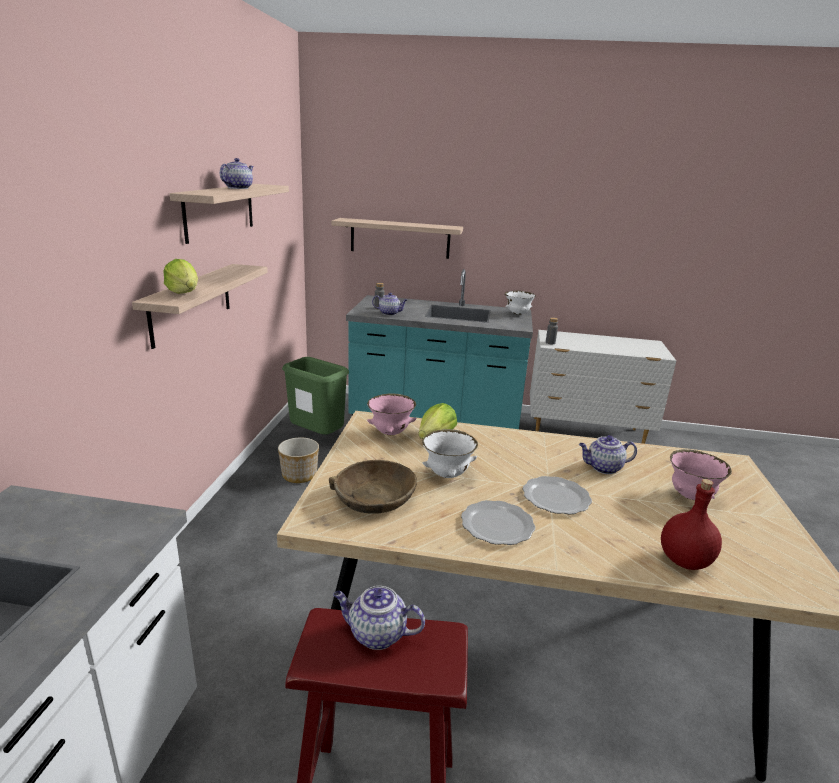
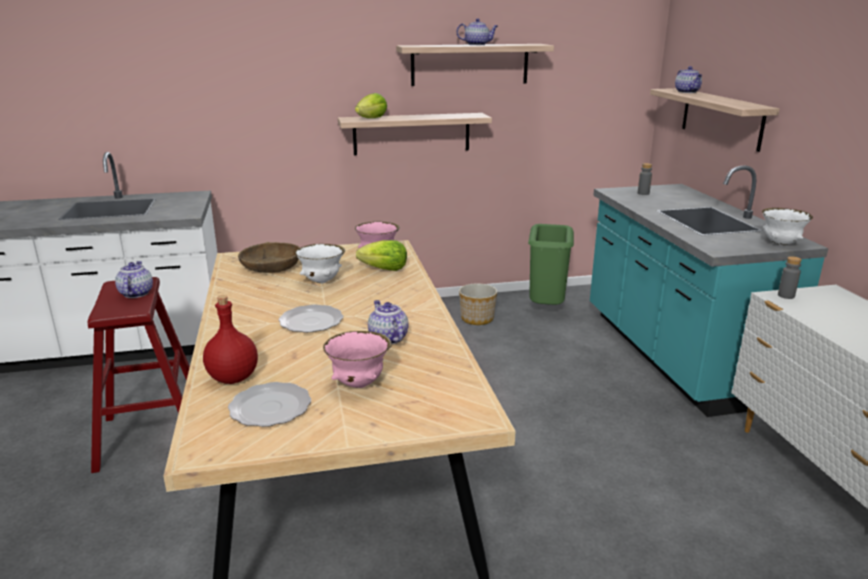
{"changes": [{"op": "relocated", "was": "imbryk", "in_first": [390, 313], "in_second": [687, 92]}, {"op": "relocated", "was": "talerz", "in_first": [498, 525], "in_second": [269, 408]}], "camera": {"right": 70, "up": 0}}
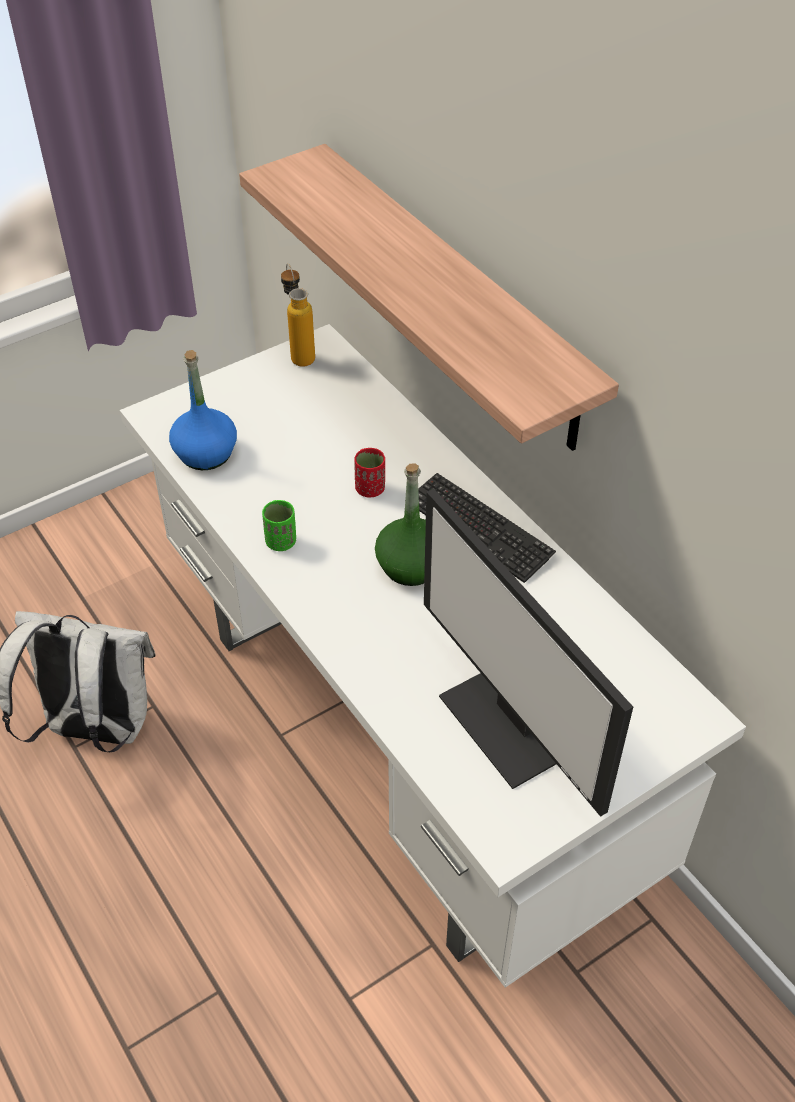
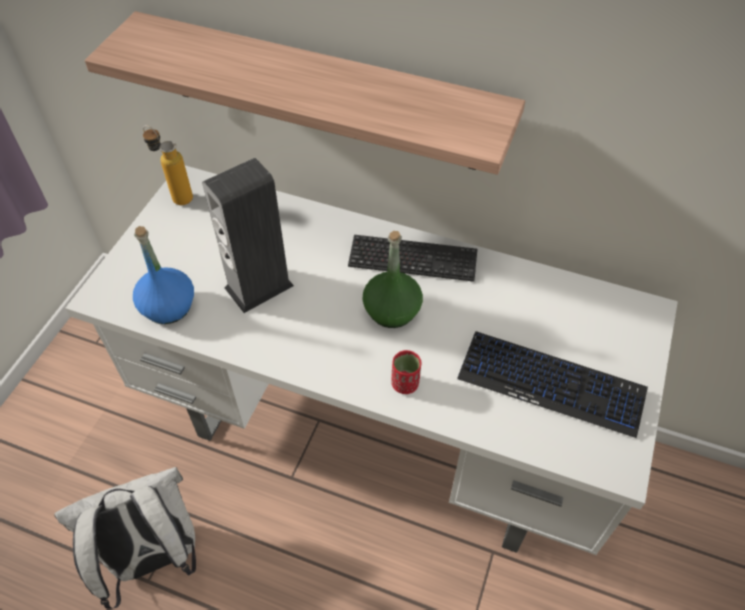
{"changes": [{"op": "relocated", "was": "filiżanka (czerwony)", "in_first": [370, 489], "in_second": [405, 383]}, {"op": "exchanged", "was": "monitor", "now": "klawiatura", "in_first": [510, 724], "in_second": [551, 384]}, {"op": "missing", "was": "filiżanka (zielony)", "in_first": [281, 542]}, {"op": "appeared", "now": "głośnik", "in_second": [259, 286]}], "camera": {"right": -35, "up": 5}}
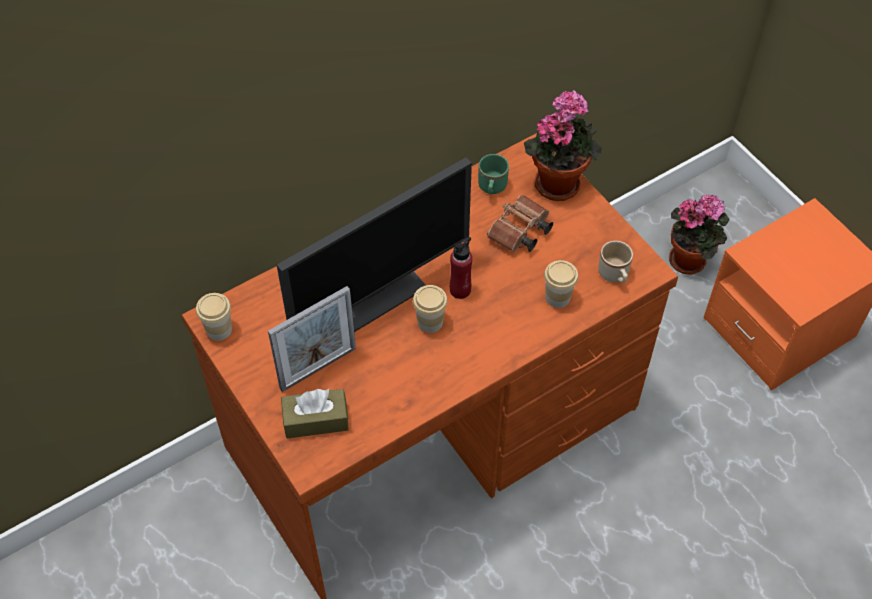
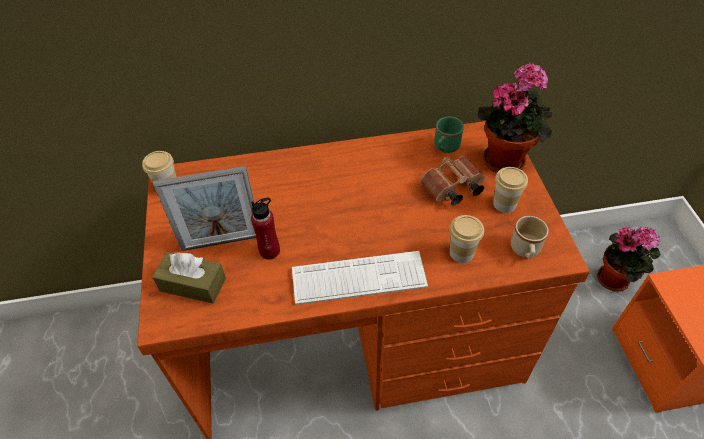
{"changes": [{"op": "missing", "was": "monitor", "in_first": [375, 291]}, {"op": "relocated", "was": "butelka (czerwony)", "in_first": [460, 290], "in_second": [269, 251]}, {"op": "relocated", "was": "filiżanka", "in_first": [430, 322], "in_second": [504, 204]}, {"op": "appeared", "now": "klawiatura", "in_second": [359, 278]}], "camera": {"right": 25, "up": -5}}
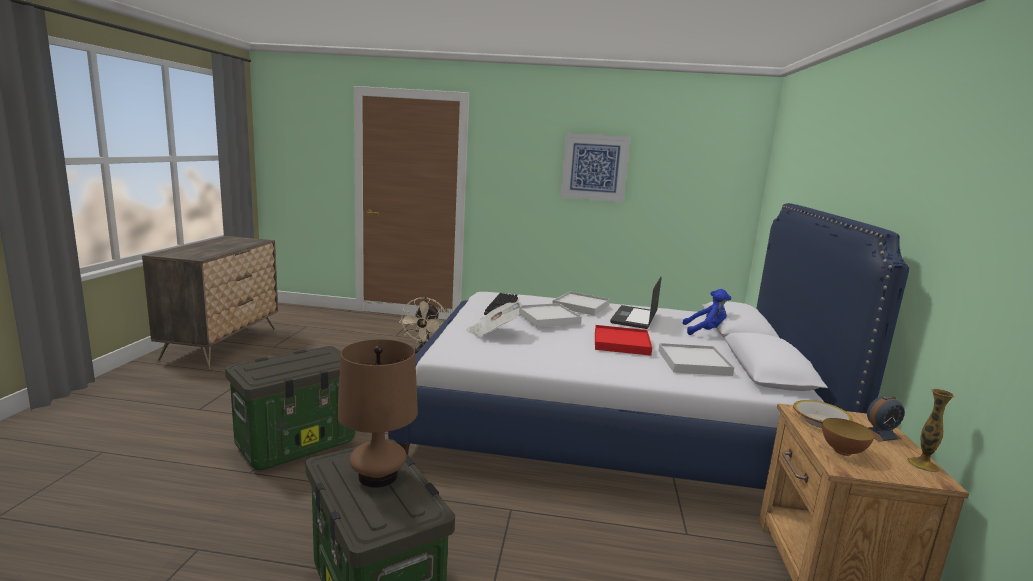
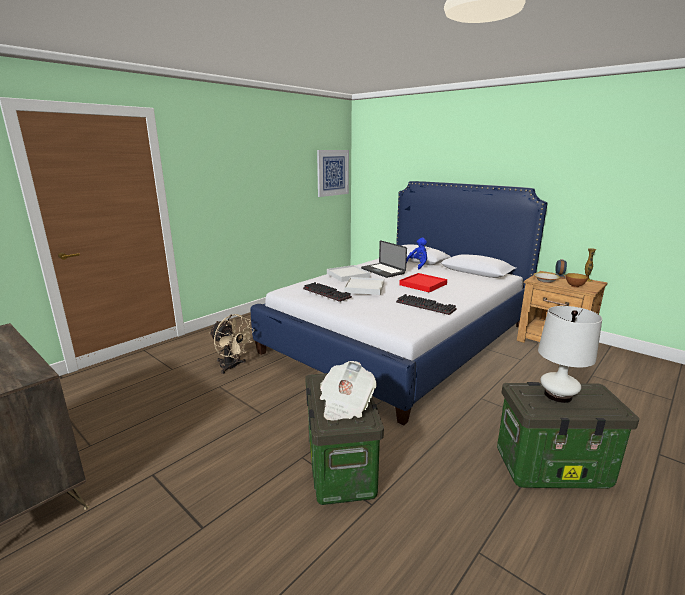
{"changes": [{"op": "relocated", "was": "obraz", "in_first": [594, 167], "in_second": [332, 172]}, {"op": "relocated", "was": "gazeta", "in_first": [493, 332], "in_second": [345, 405]}, {"op": "colour", "was": "lampa stołowa (brązowy)", "now": "lampa stołowa (biały)", "in_first": [378, 476], "in_second": [558, 395]}, {"op": "missing", "was": "taca (biały)", "in_first": [694, 363]}, {"op": "appeared", "now": "klawiatura", "in_second": [427, 306]}], "camera": {"right": -55, "up": 5}}
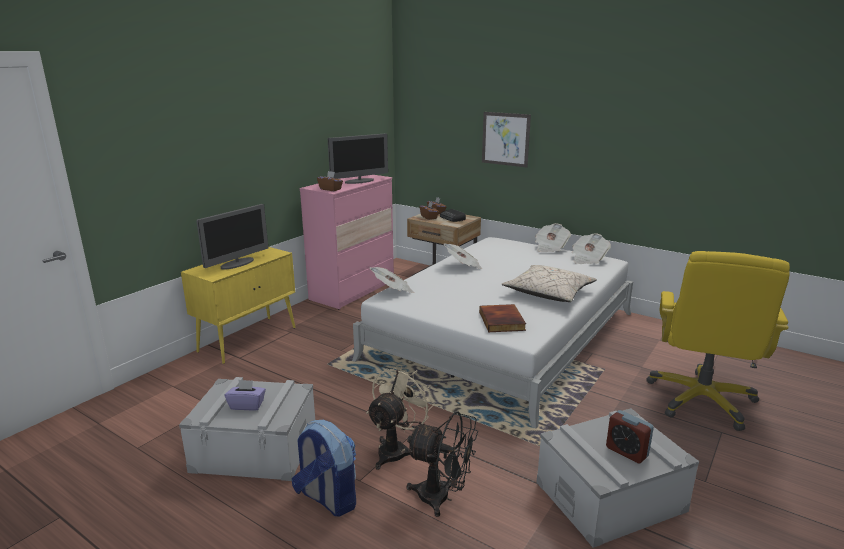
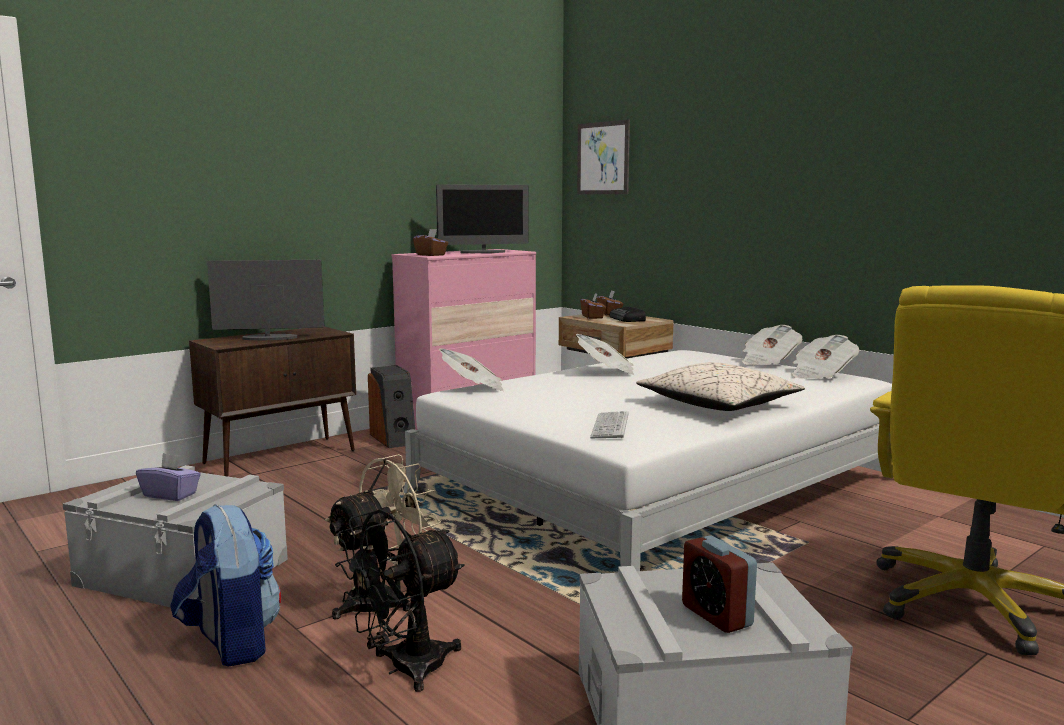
{"changes": [{"op": "relocated", "was": "obraz", "in_first": [505, 139], "in_second": [603, 158]}, {"op": "spun", "was": "monitor", "in_first": [237, 263], "in_second": [269, 338], "clockwise": -150}, {"op": "colour", "was": "szafka (żółty)", "now": "szafka (brązowy)", "in_first": [249, 339], "in_second": [281, 457]}, {"op": "exchanged", "was": "książka", "now": "klawiatura", "in_first": [503, 321], "in_second": [610, 426]}, {"op": "spun", "was": "wentylator (czarny)", "in_first": [442, 498], "in_second": [404, 669], "clockwise": 105}, {"op": "appeared", "now": "głośnik", "in_second": [394, 439]}], "camera": {"right": 15, "up": -10}}
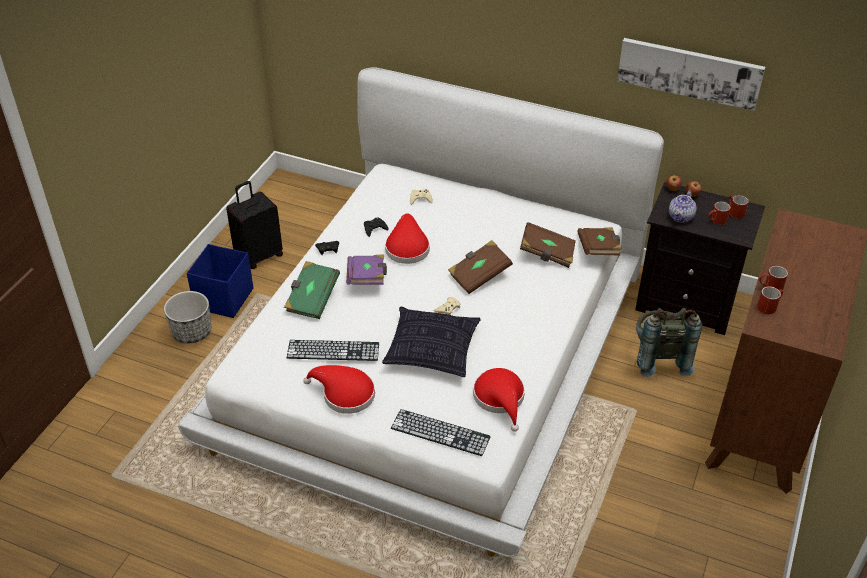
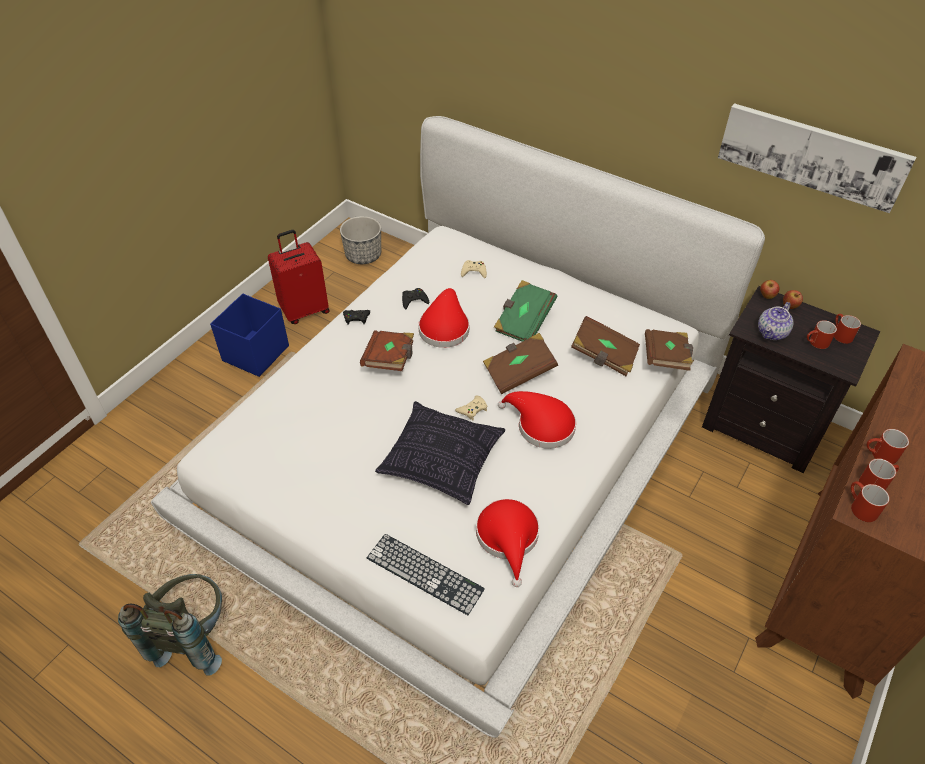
{"changes": [{"op": "colour", "was": "walizka (czarny)", "now": "walizka (czerwony)", "in_first": [259, 256], "in_second": [304, 310]}, {"op": "colour", "was": "książka (fioletowy)", "now": "książka (brązowy)", "in_first": [367, 278], "in_second": [390, 359]}, {"op": "relocated", "was": "książka (zielony)", "in_first": [312, 299], "in_second": [523, 321]}, {"op": "relocated", "was": "donica", "in_first": [192, 332], "in_second": [363, 255]}, {"op": "relocated", "was": "plecak (szary)", "in_first": [659, 357], "in_second": [193, 636]}, {"op": "missing", "was": "klawiatura", "in_first": [333, 350]}, {"op": "relocated", "was": "kapelusz (czerwony)", "in_first": [344, 394], "in_second": [541, 425]}, {"op": "appeared", "now": "kubek (czerwony)", "in_second": [859, 507]}], "camera": {"right": 10, "up": 5}}
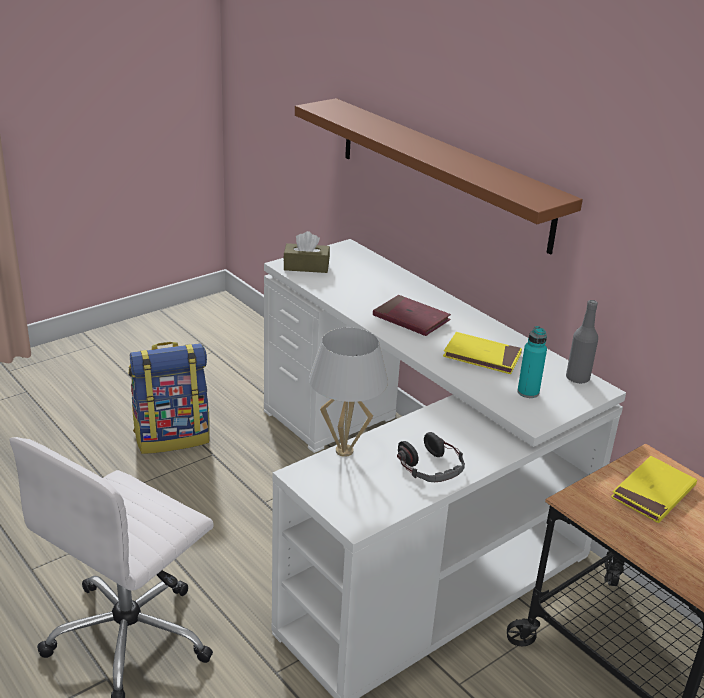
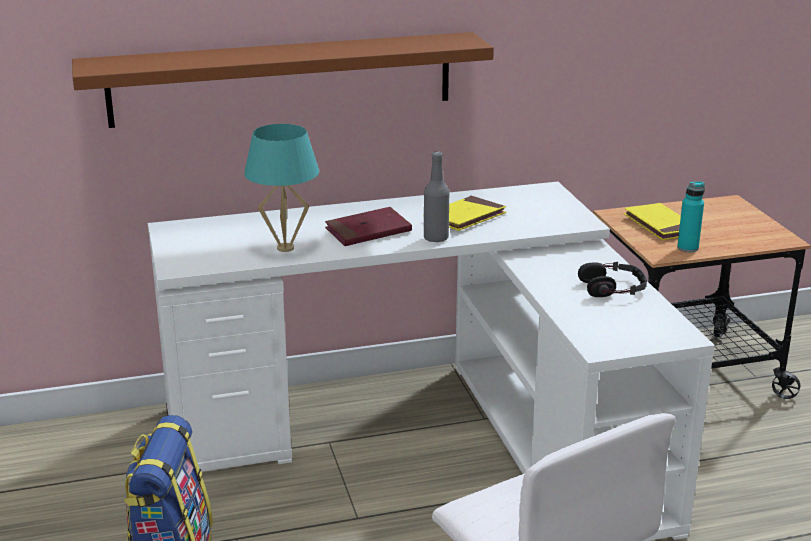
{"changes": [{"op": "missing", "was": "pudełko chusteczek (brązowy)", "in_first": [306, 266]}, {"op": "relocated", "was": "butelka (szary)", "in_first": [577, 378], "in_second": [436, 238]}, {"op": "relocated", "was": "butelka (turkusowy)", "in_first": [528, 392], "in_second": [687, 248]}, {"op": "missing", "was": "lampa stołowa (biały)", "in_first": [344, 450]}, {"op": "appeared", "now": "lampa stołowa (turkusowy)", "in_second": [285, 248]}], "camera": {"right": -65, "up": -5}}
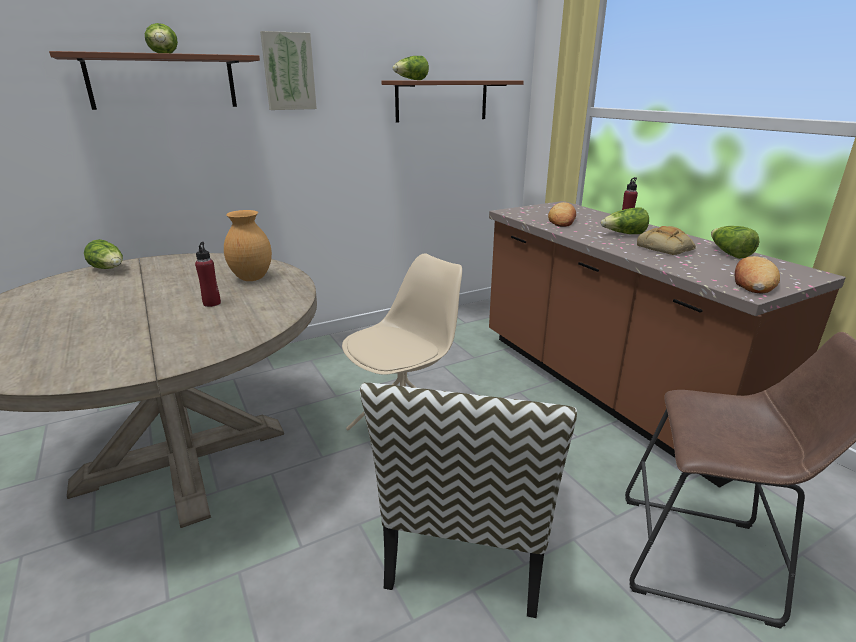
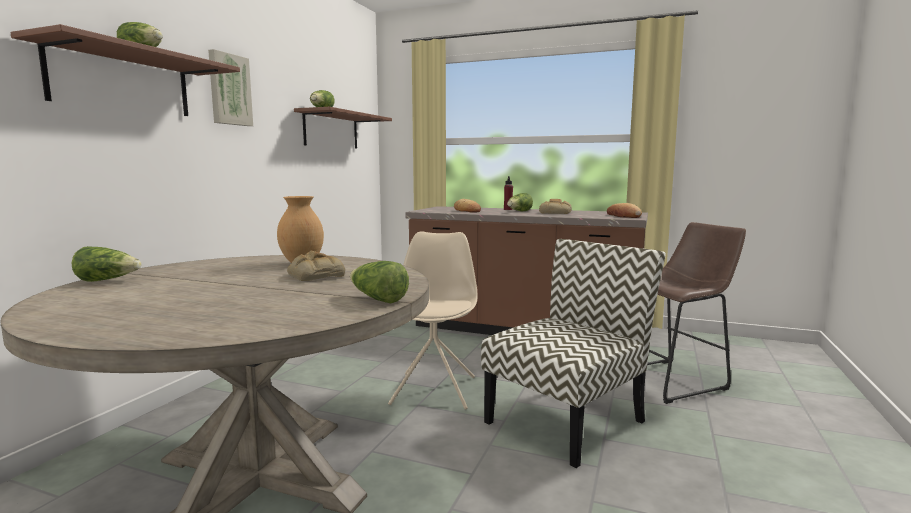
{"changes": [{"op": "relocated", "was": "sałata", "in_first": [729, 253], "in_second": [377, 299]}, {"op": "exchanged", "was": "butelka (czerwony)", "now": "chleb", "in_first": [212, 303], "in_second": [314, 275]}, {"op": "spun", "was": "krzesło", "in_first": [469, 539], "in_second": [566, 420], "clockwise": -105}], "camera": {"right": -40, "up": -15}}
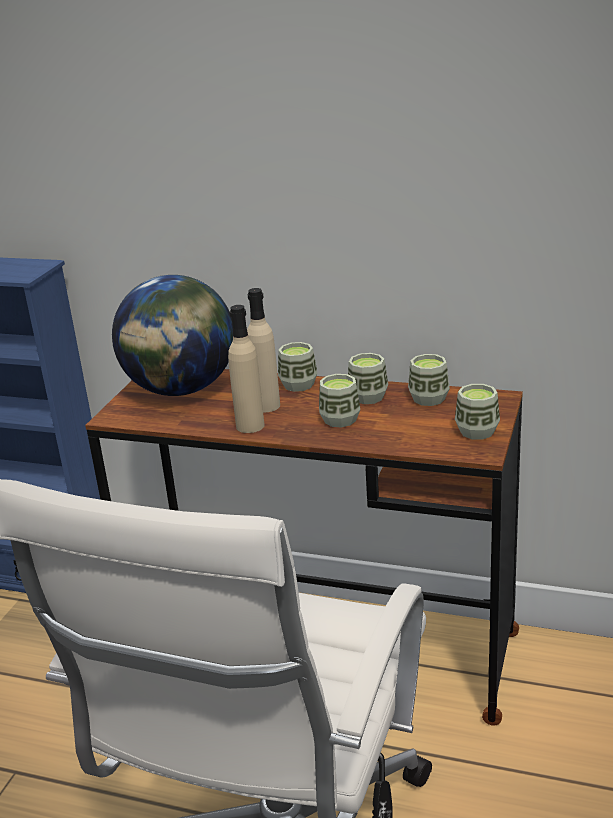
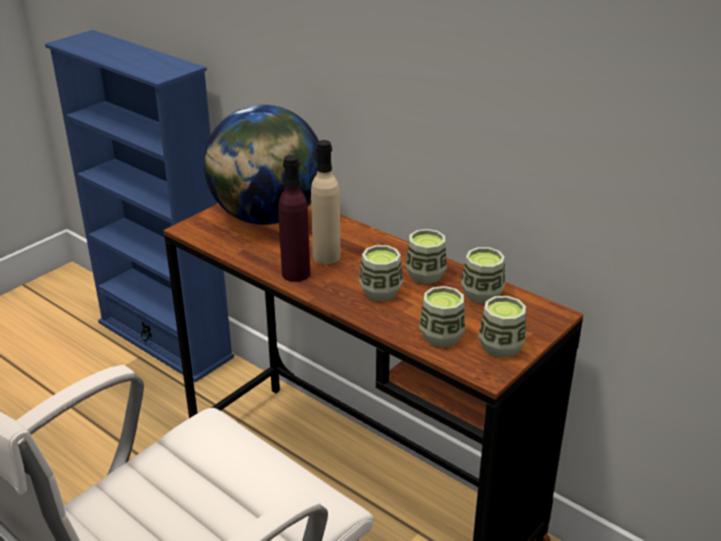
{"changes": [{"op": "colour", "was": "butelka (beżowy)", "now": "butelka (fioletowy)", "in_first": [250, 426], "in_second": [296, 273]}, {"op": "relocated", "was": "filiżanka", "in_first": [298, 385], "in_second": [441, 336]}], "camera": {"right": 20, "up": 5}}
